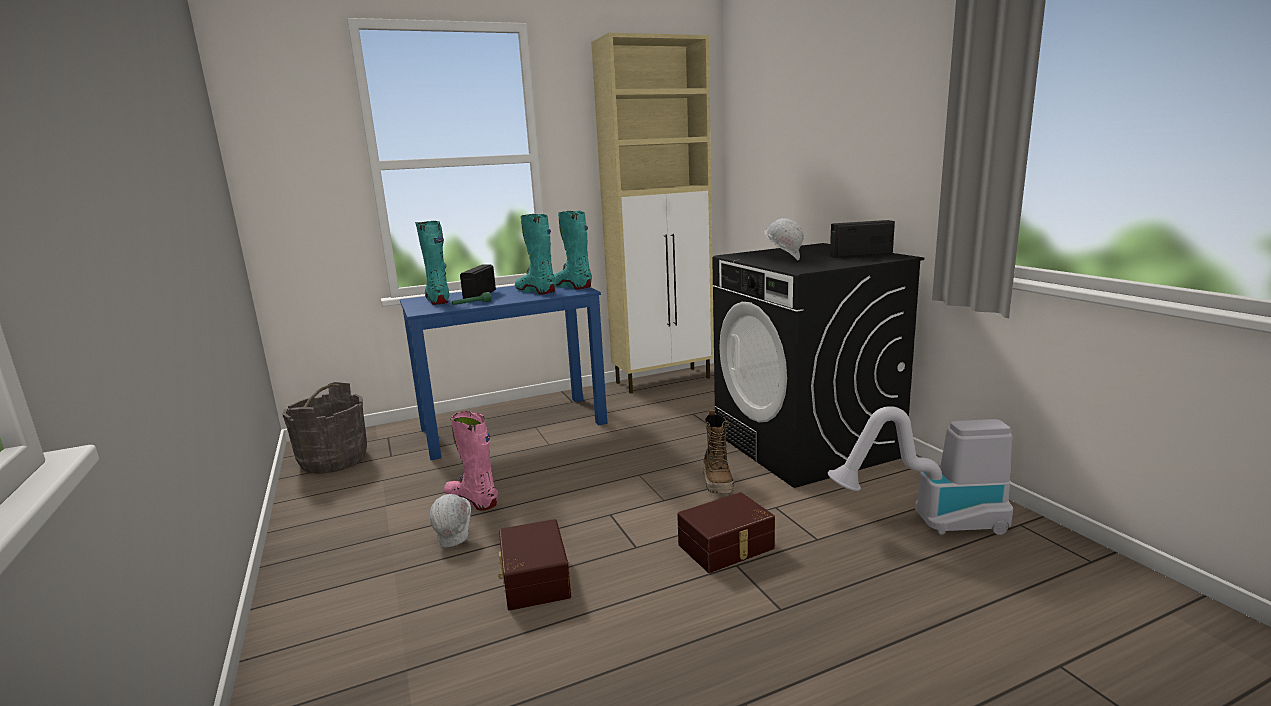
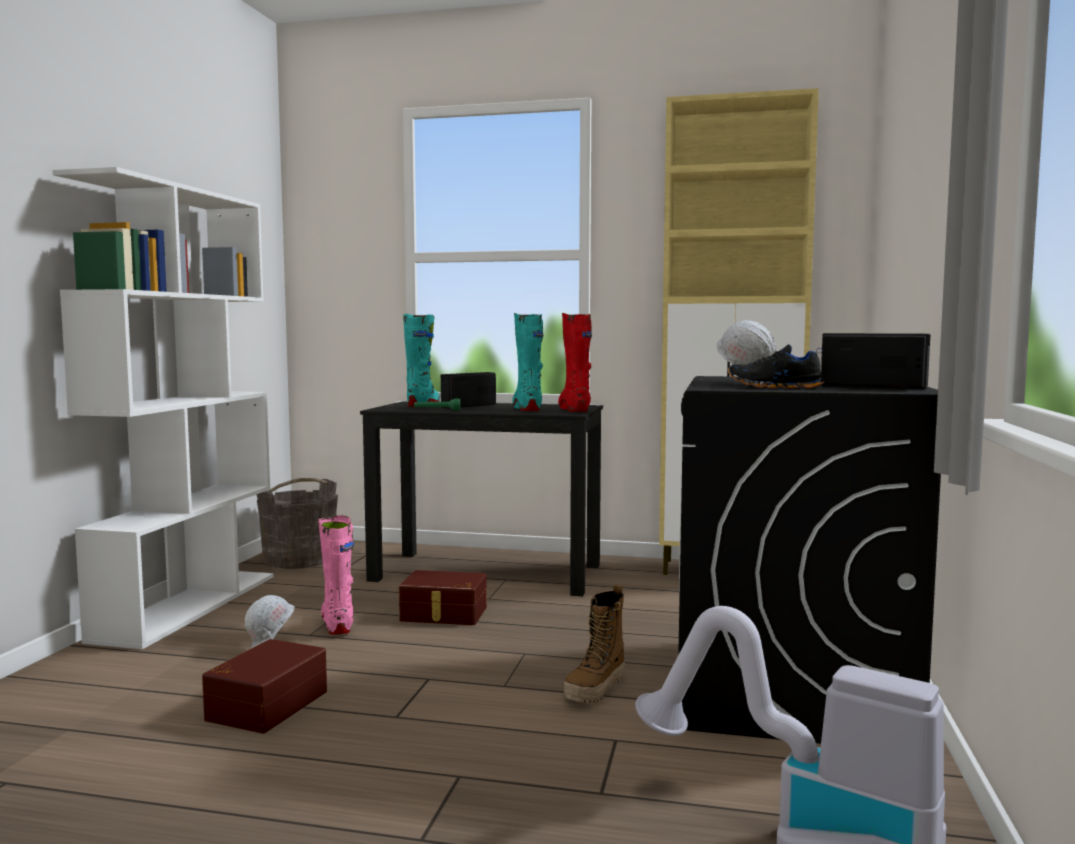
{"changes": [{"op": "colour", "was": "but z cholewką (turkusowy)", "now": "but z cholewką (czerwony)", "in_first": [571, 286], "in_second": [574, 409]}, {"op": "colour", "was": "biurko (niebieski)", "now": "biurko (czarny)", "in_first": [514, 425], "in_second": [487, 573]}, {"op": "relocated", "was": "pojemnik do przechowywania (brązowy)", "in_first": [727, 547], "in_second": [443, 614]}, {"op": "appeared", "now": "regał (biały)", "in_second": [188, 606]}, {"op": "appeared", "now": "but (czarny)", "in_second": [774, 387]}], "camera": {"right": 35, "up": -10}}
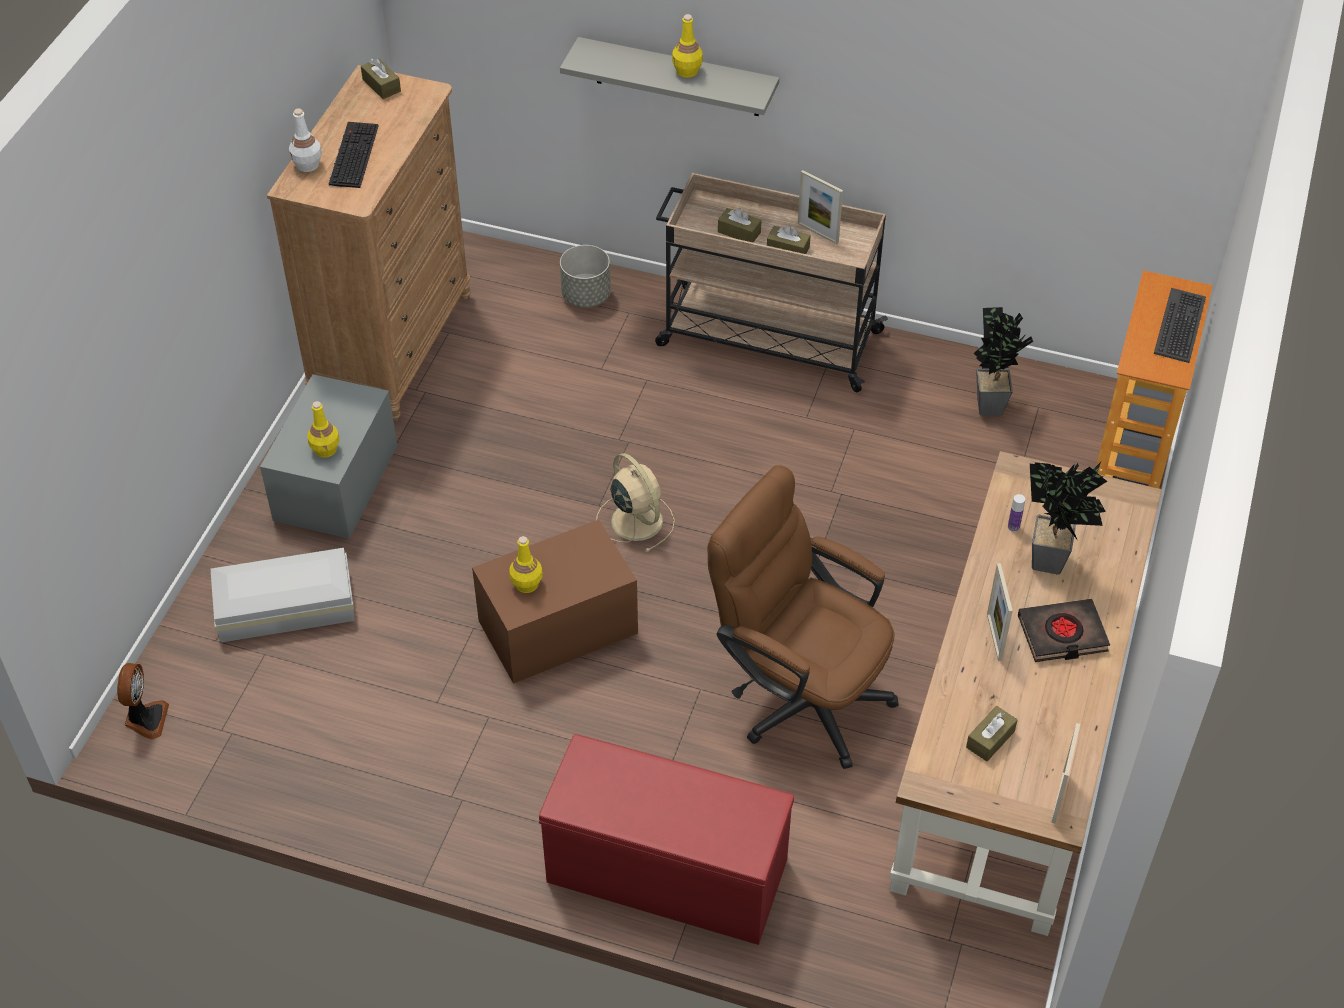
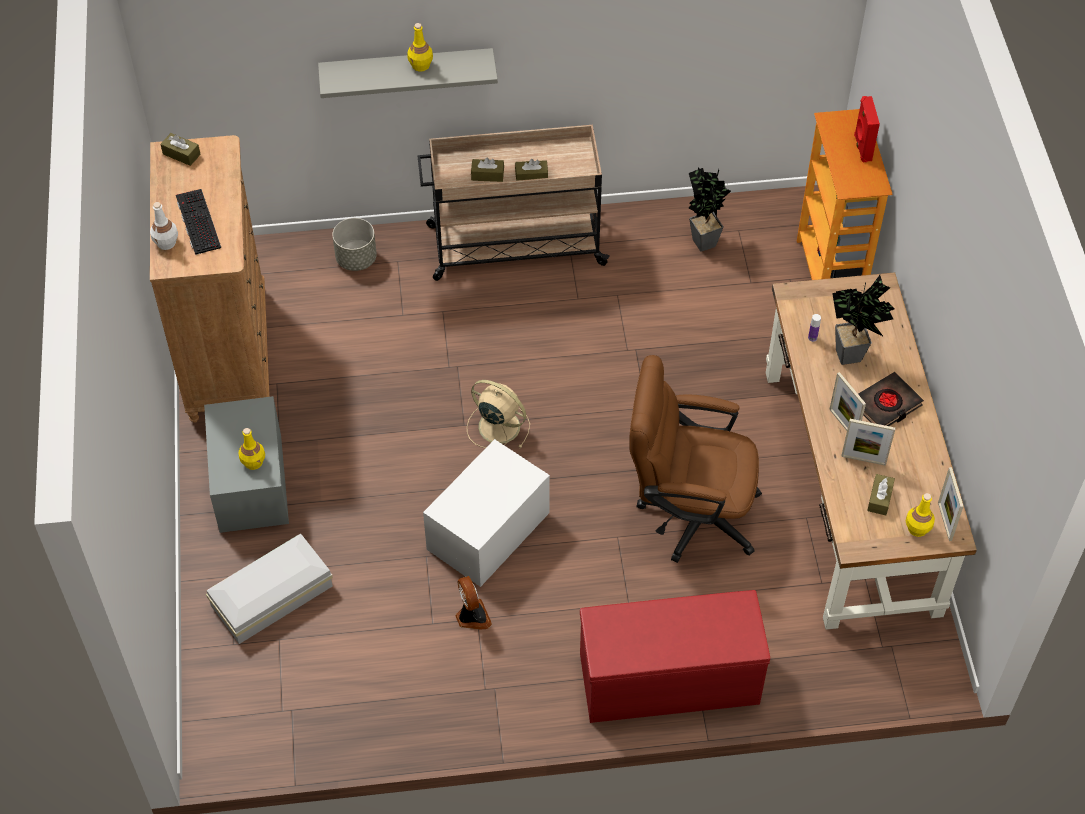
{"changes": [{"op": "relocated", "was": "ramka na zdjęcie", "in_first": [818, 233], "in_second": [863, 460]}, {"op": "exchanged", "was": "klawiatura", "now": "głośnik (czerwony)", "in_first": [1180, 326], "in_second": [862, 148]}, {"op": "colour", "was": "pojemnik do przechowywania (brązowy)", "now": "pojemnik do przechowywania (biały)", "in_first": [557, 627], "in_second": [488, 531]}, {"op": "relocated", "was": "butelka (żółty)", "in_first": [526, 584], "in_second": [917, 529]}, {"op": "relocated", "was": "wentylator", "in_first": [145, 719], "in_second": [472, 616]}], "camera": {"right": -25, "up": 5}}
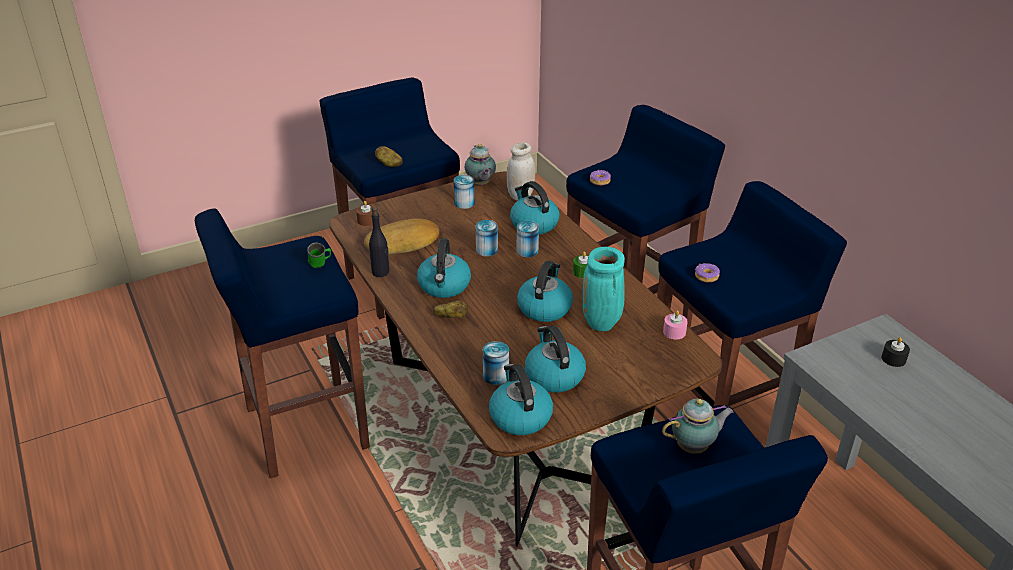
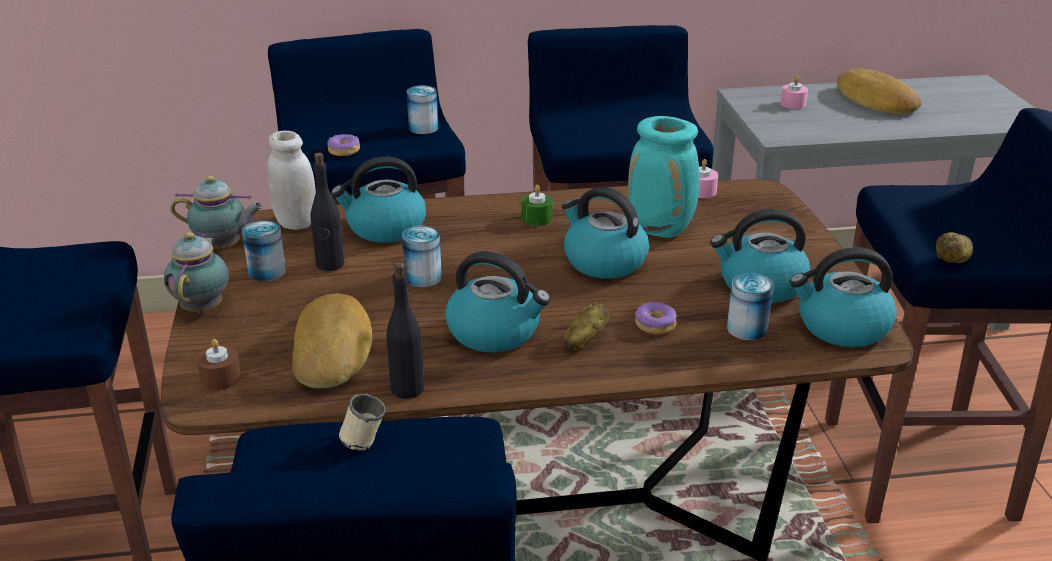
{"changes": [{"op": "relocated", "was": "ziemniak", "in_first": [389, 164], "in_second": [952, 260]}, {"op": "relocated", "was": "puszka", "in_first": [527, 251], "in_second": [423, 128]}, {"op": "colour", "was": "kubek (zielony)", "now": "kubek (beżowy)", "in_first": [321, 265], "in_second": [364, 439]}, {"op": "relocated", "was": "donut", "in_first": [706, 276], "in_second": [655, 325]}, {"op": "colour", "was": "świeca (czarny)", "now": "świeca (różowy)", "in_first": [893, 359], "in_second": [793, 104]}, {"op": "relocated", "was": "imbryk", "in_first": [694, 447], "in_second": [204, 307]}, {"op": "appeared", "now": "chleb", "in_second": [875, 101]}, {"op": "appeared", "now": "butelka (czarny)", "in_second": [330, 264]}], "camera": {"right": -70, "up": -5}}
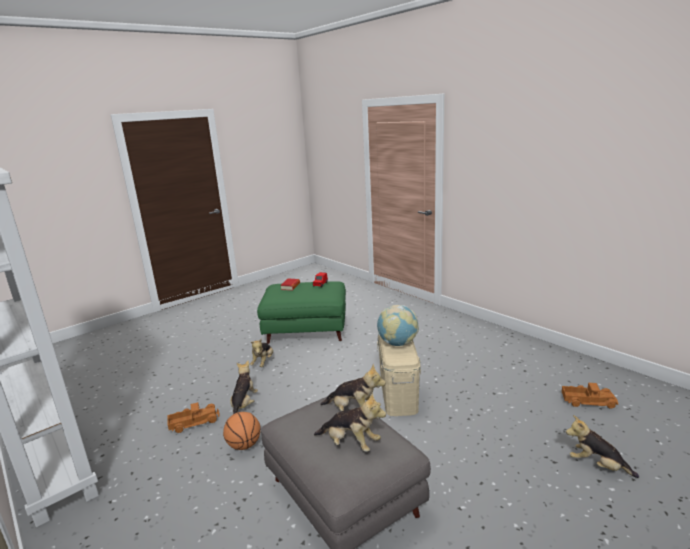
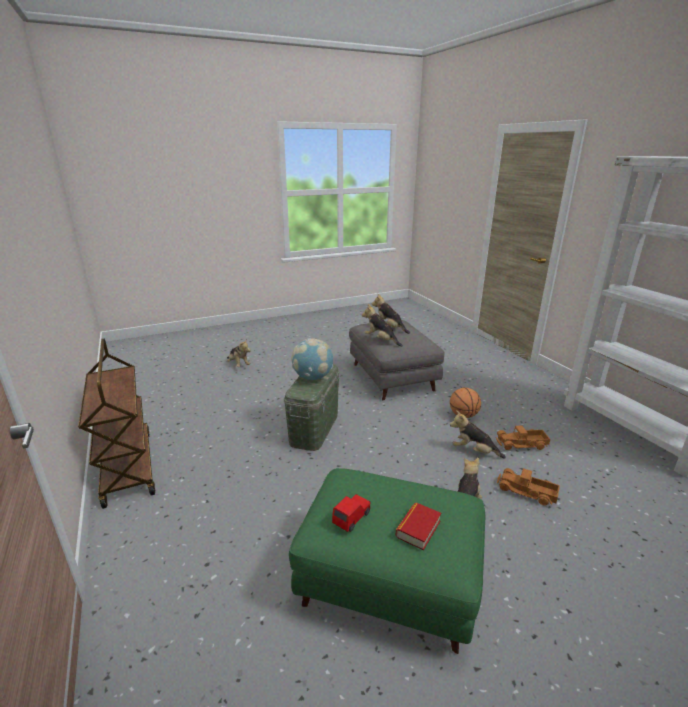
{"changes": [{"op": "colour", "was": "pojemnik do przechowywania (beżowy)", "now": "pojemnik do przechowywania (zielony)", "in_first": [398, 393], "in_second": [314, 428]}, {"op": "spun", "was": "pluszak", "in_first": [244, 405], "in_second": [474, 451], "clockwise": 90}, {"op": "relocated", "was": "ciężarówka zabawkowa", "in_first": [588, 401], "in_second": [526, 492]}, {"op": "appeared", "now": "wózek (brązowy)", "in_second": [127, 467]}], "camera": {"right": -165, "up": 5}}
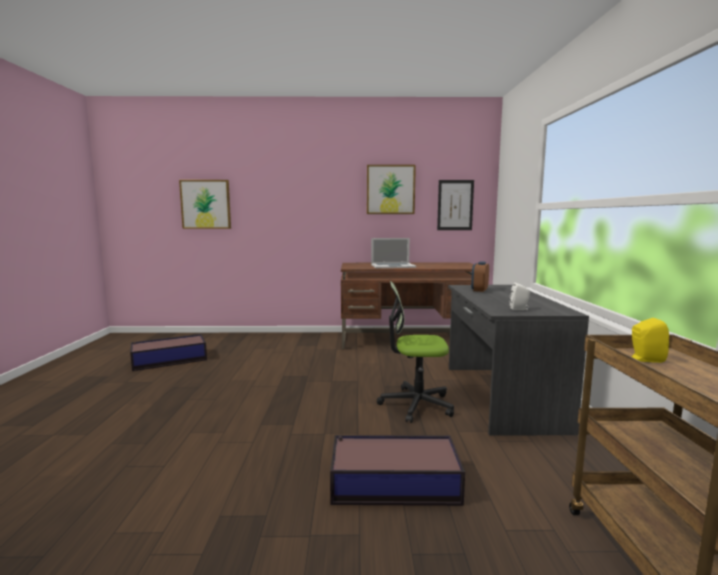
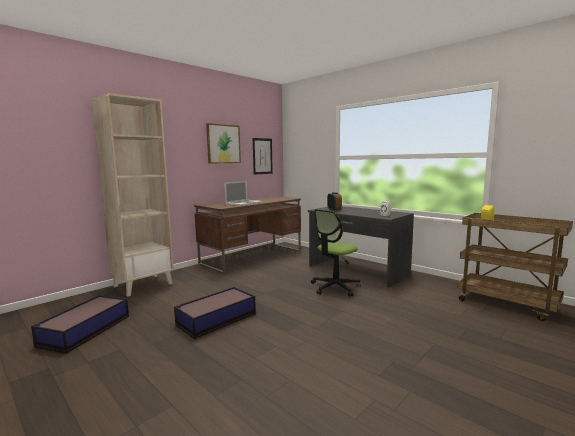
{"changes": [{"op": "missing", "was": "obraz", "in_first": [206, 204]}, {"op": "relocated", "was": "pojemnik do przechowywania", "in_first": [392, 483], "in_second": [215, 319]}, {"op": "appeared", "now": "regał (beżowy)", "in_second": [143, 285]}], "camera": {"right": -45, "up": 0}}
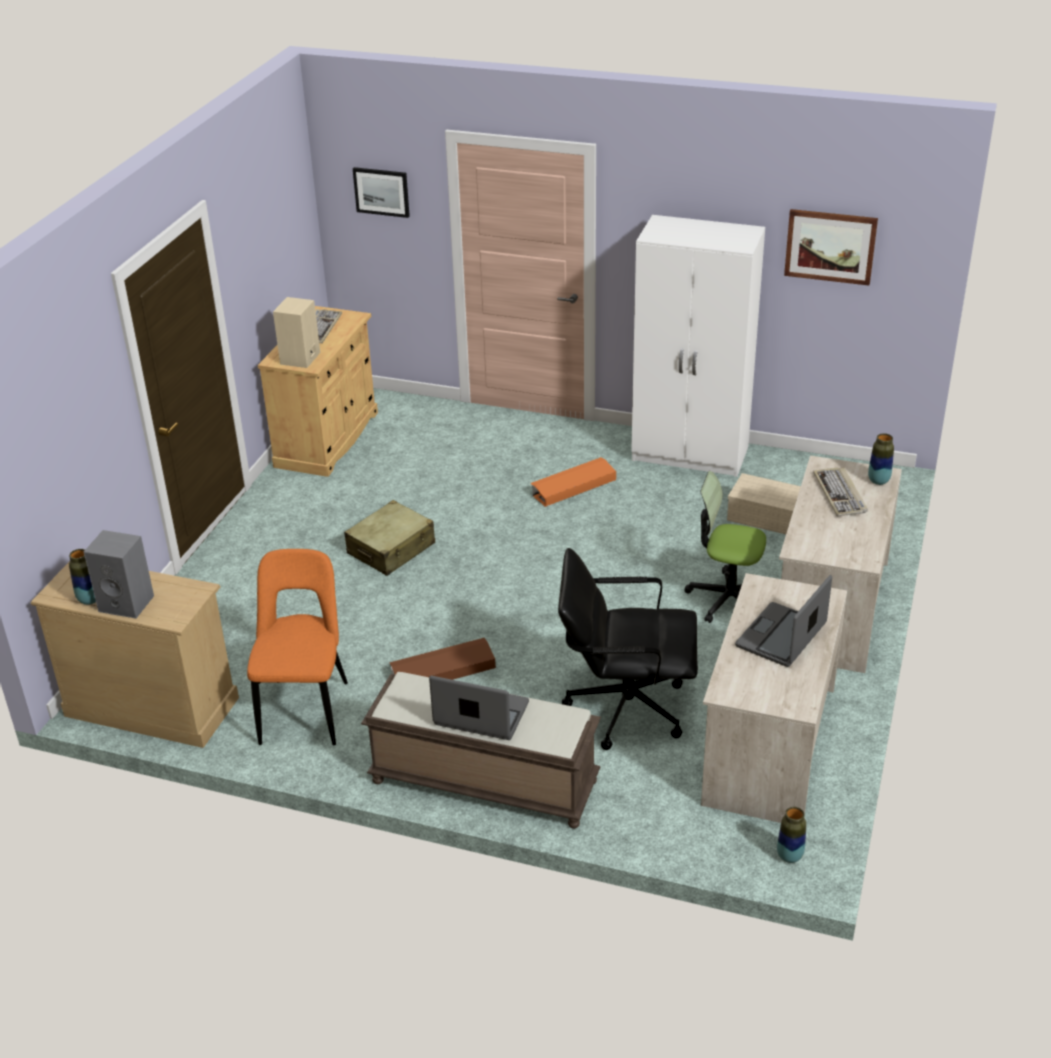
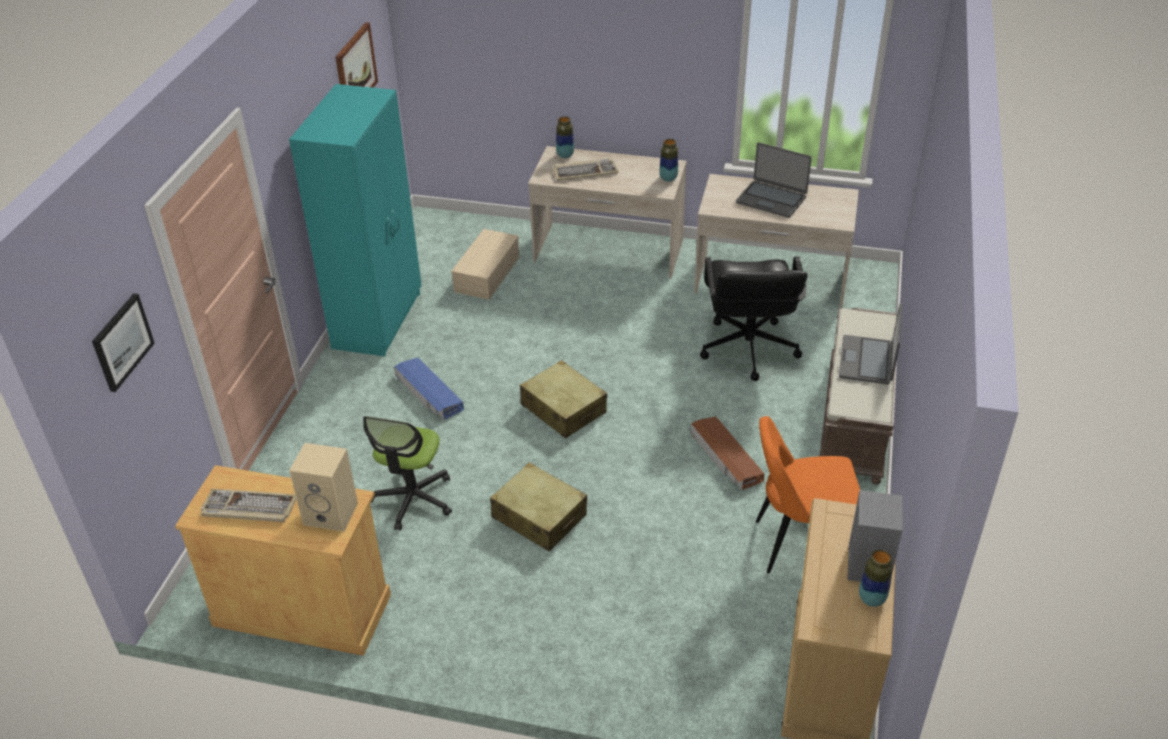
{"changes": [{"op": "colour", "was": "szafa (biały)", "now": "szafa (turkusowy)", "in_first": [691, 455], "in_second": [379, 320]}, {"op": "colour", "was": "pojemnik do przechowywania (pomarańczowy)", "now": "pojemnik do przechowywania (niebieski)", "in_first": [573, 487], "in_second": [429, 393]}, {"op": "relocated", "was": "krzesło biurowe", "in_first": [727, 598], "in_second": [412, 499]}, {"op": "relocated", "was": "wazon", "in_first": [789, 856], "in_second": [668, 178]}, {"op": "appeared", "now": "walizka (beżowy)", "in_second": [563, 409]}], "camera": {"right": -95, "up": 5}}
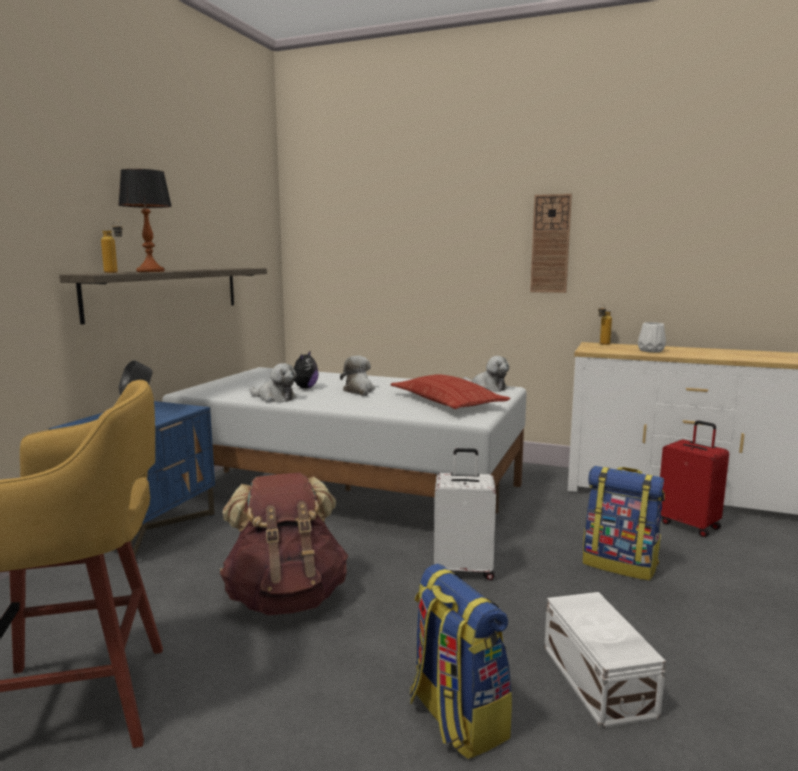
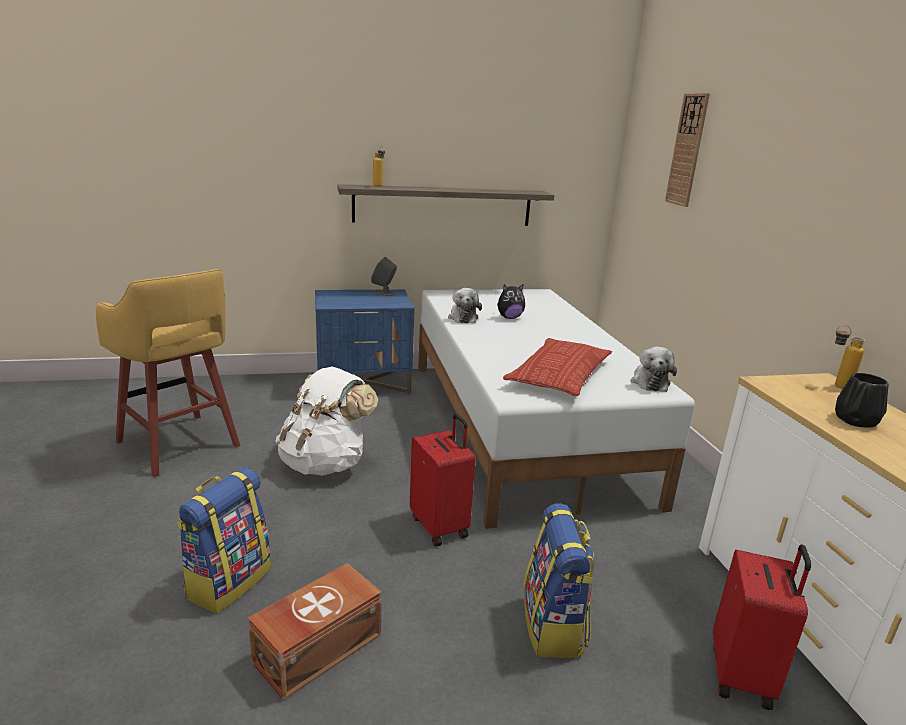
{"changes": [{"op": "missing", "was": "lampa stołowa", "in_first": [151, 271]}, {"op": "relocated", "was": "zegar ścienny", "in_first": [550, 244], "in_second": [687, 150]}, {"op": "colour", "was": "wazon (biały)", "now": "wazon (czarny)", "in_first": [651, 351], "in_second": [856, 420]}, {"op": "missing", "was": "pluszak", "in_first": [359, 391]}, {"op": "colour", "was": "walizka (biały)", "now": "walizka (czerwony)", "in_first": [464, 569], "in_second": [440, 526]}, {"op": "colour", "was": "plecak (brązowy)", "now": "plecak (biały)", "in_first": [286, 598], "in_second": [325, 463]}, {"op": "colour", "was": "pojemnik do przechowywania (biały)", "now": "pojemnik do przechowywania (brązowy)", "in_first": [596, 681], "in_second": [316, 648]}], "camera": {"right": 55, "up": 10}}
